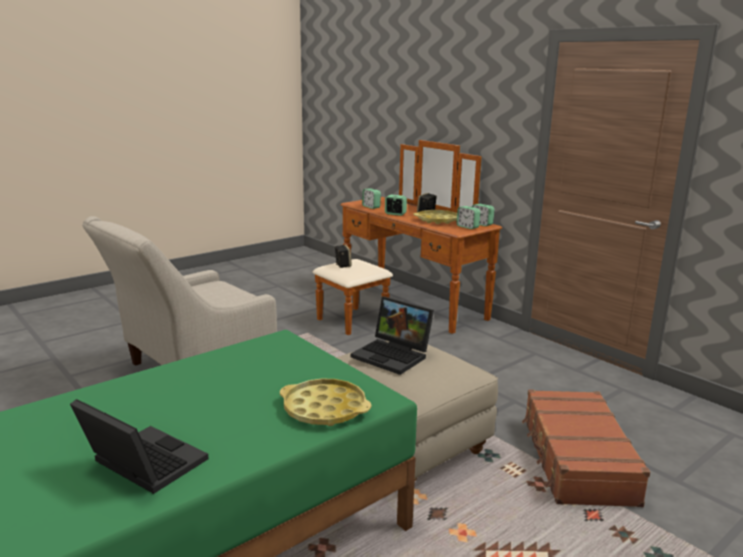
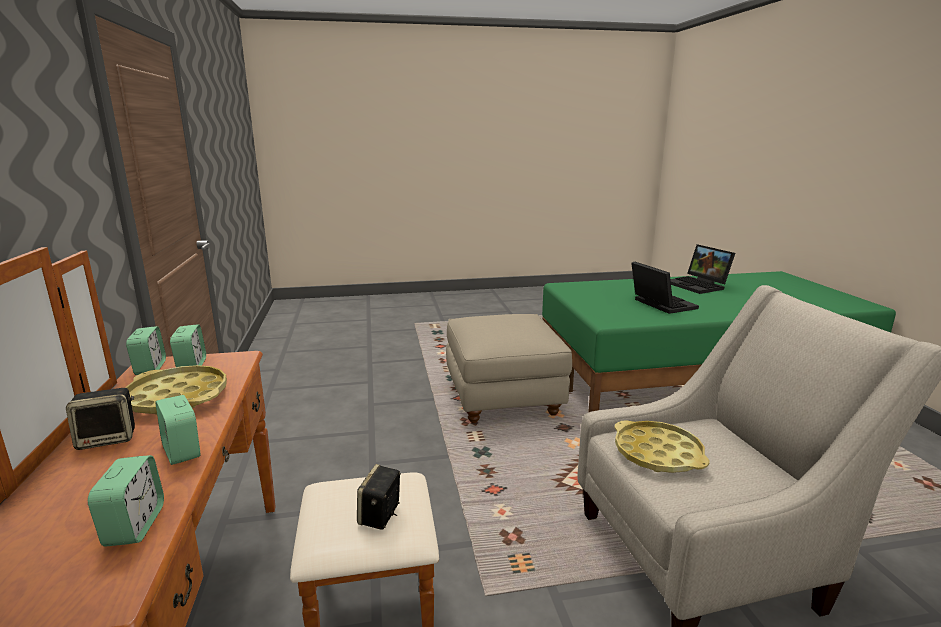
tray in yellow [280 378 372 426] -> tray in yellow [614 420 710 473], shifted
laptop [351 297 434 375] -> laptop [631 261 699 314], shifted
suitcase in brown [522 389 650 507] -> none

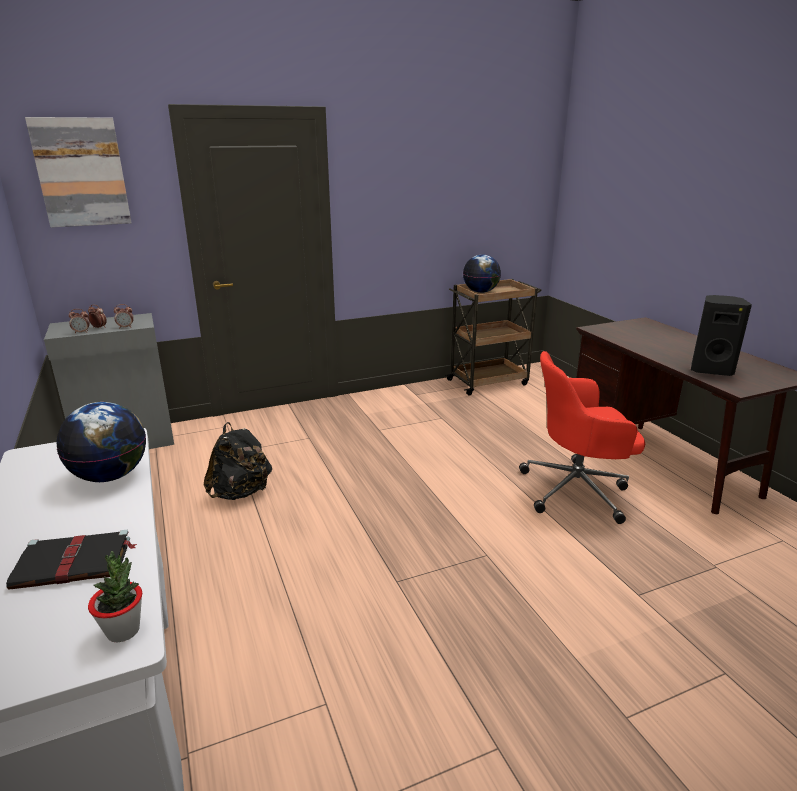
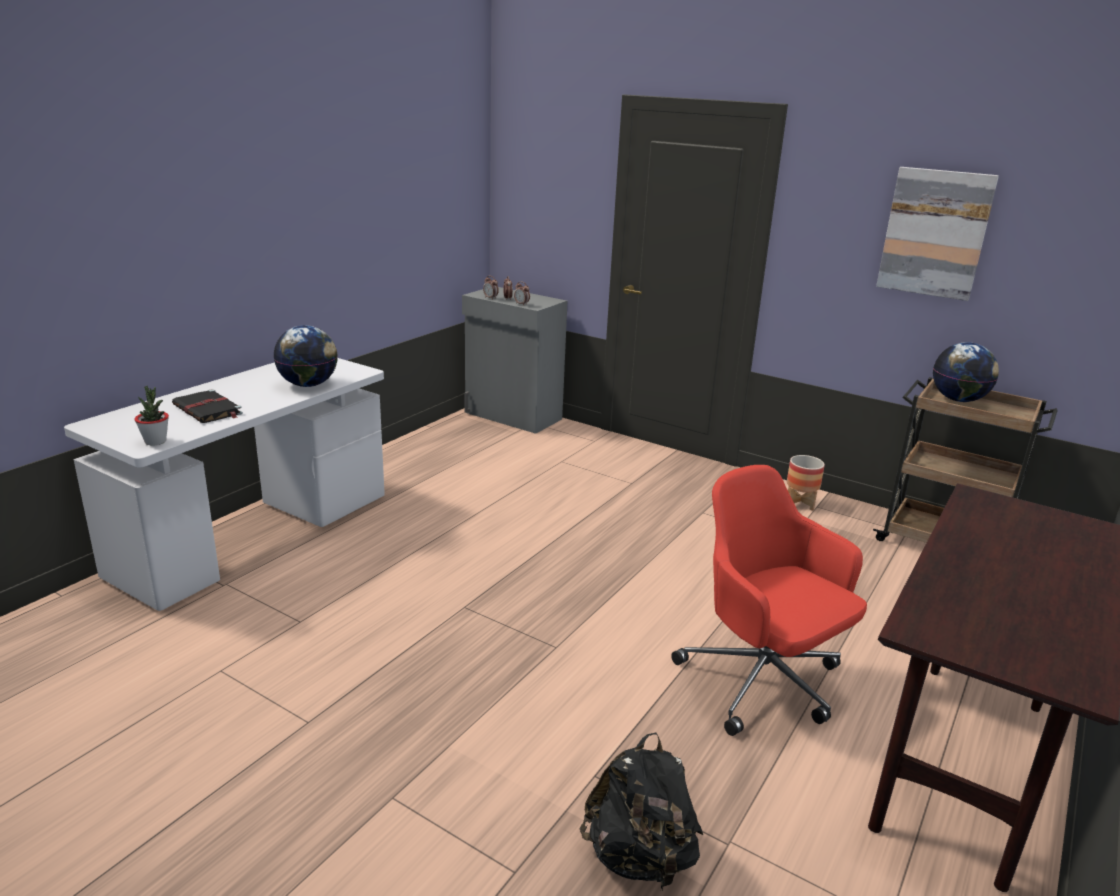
backpack in black [204 422 272 500] -> backpack in black [579 733 703 891], shifted
none -> planter [787 455 825 511]
picture [25 117 132 228] -> picture [876 167 999 301], shifted
speaker in black [691 295 752 376] -> none

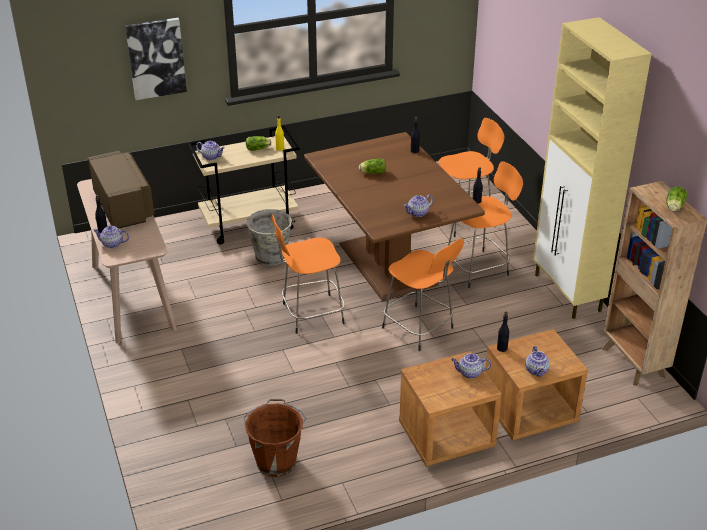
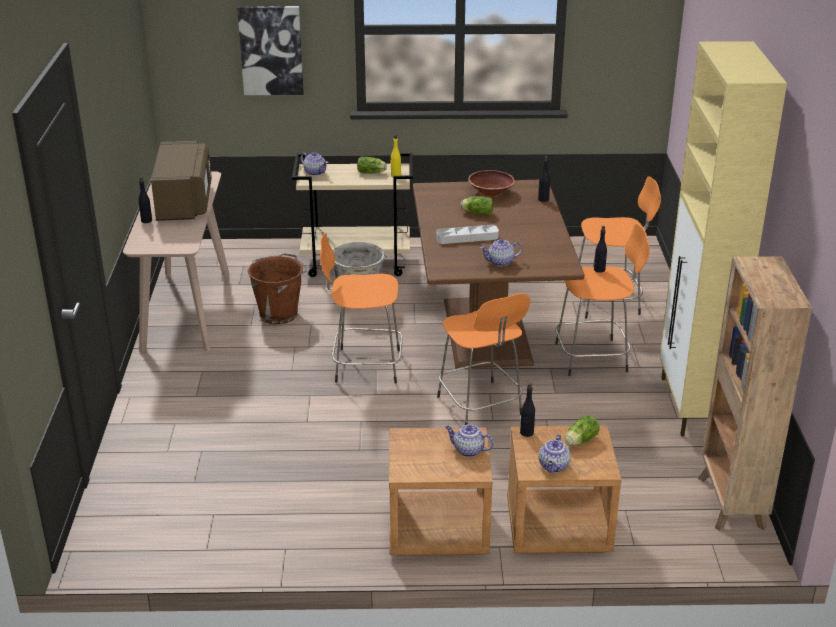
bucket in brown [244 399 306 477] -> bucket in brown [247 253 306 324], shifted
none -> tray in grey [436 225 499 244]
none -> bowl in brown [468 170 515 196]
lettuce [667 186 687 211] -> lettuce [565 416 600 446], shifted
teapot [93 226 129 248] -> none

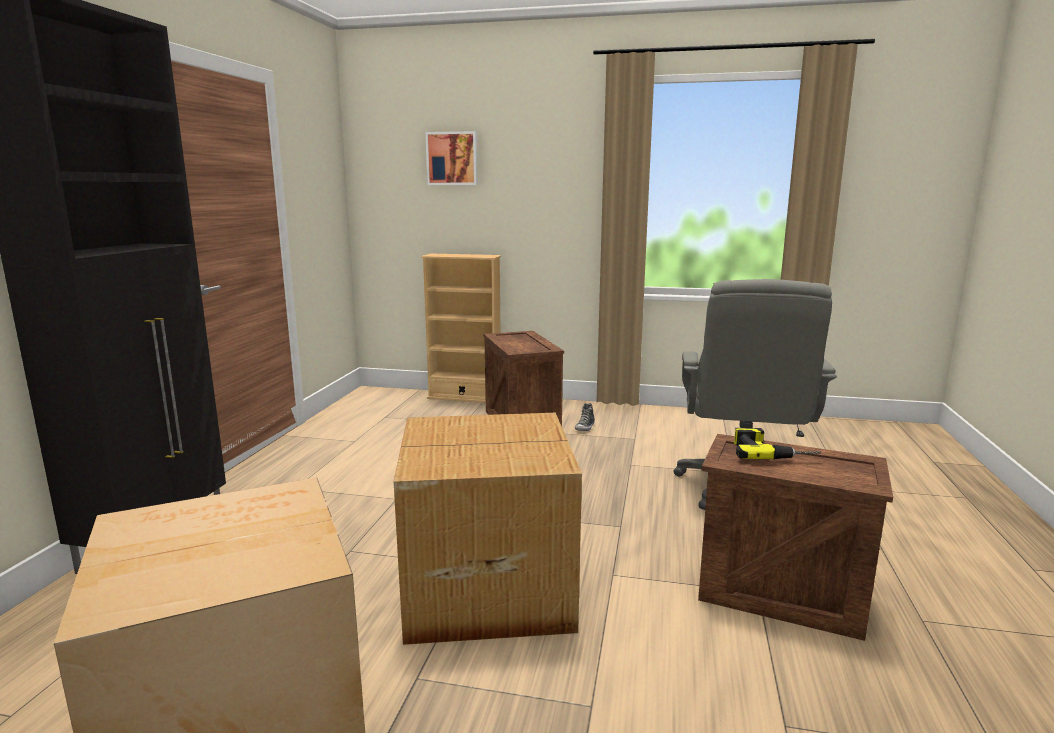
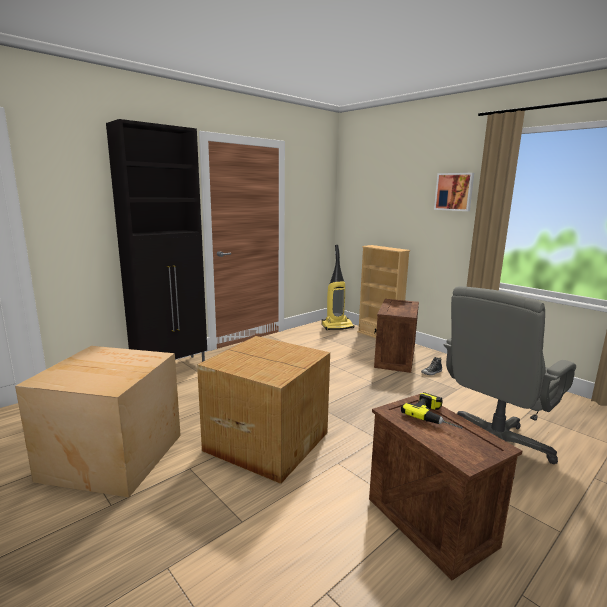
none -> vacuum cleaner [322 245 354 330]
picture [425 131 478 185] -> picture [434 173 474 211], shifted

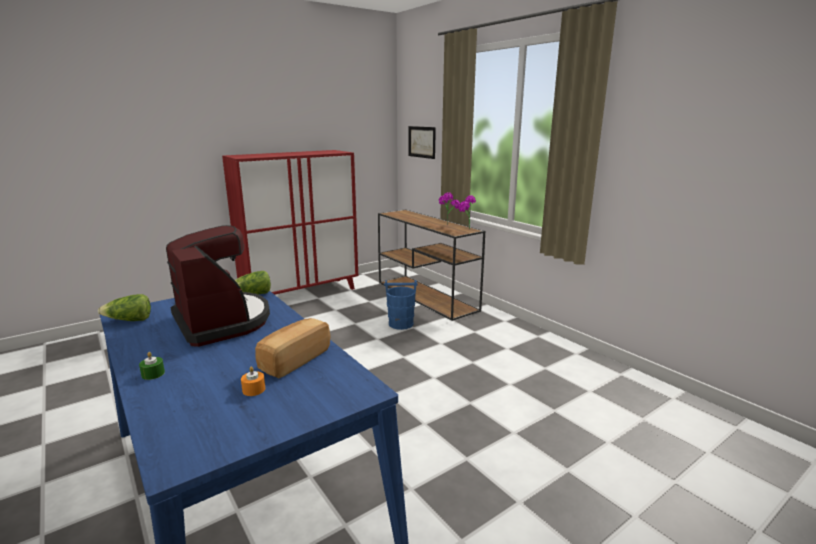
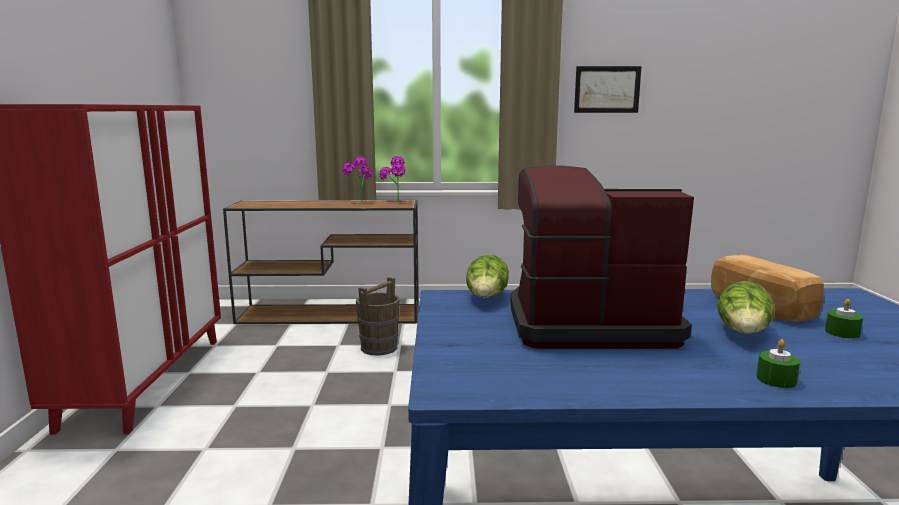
bucket in blue [384 280 418 330] -> bucket in brown [356 277 399 356]
picture [408 126 436 159] -> picture [574 66 642 113], shifted
lettuce [98 294 151 321] -> lettuce [717 281 774 334], shifted
candle in orange [241 366 265 396] -> candle in green [825 299 863 339]

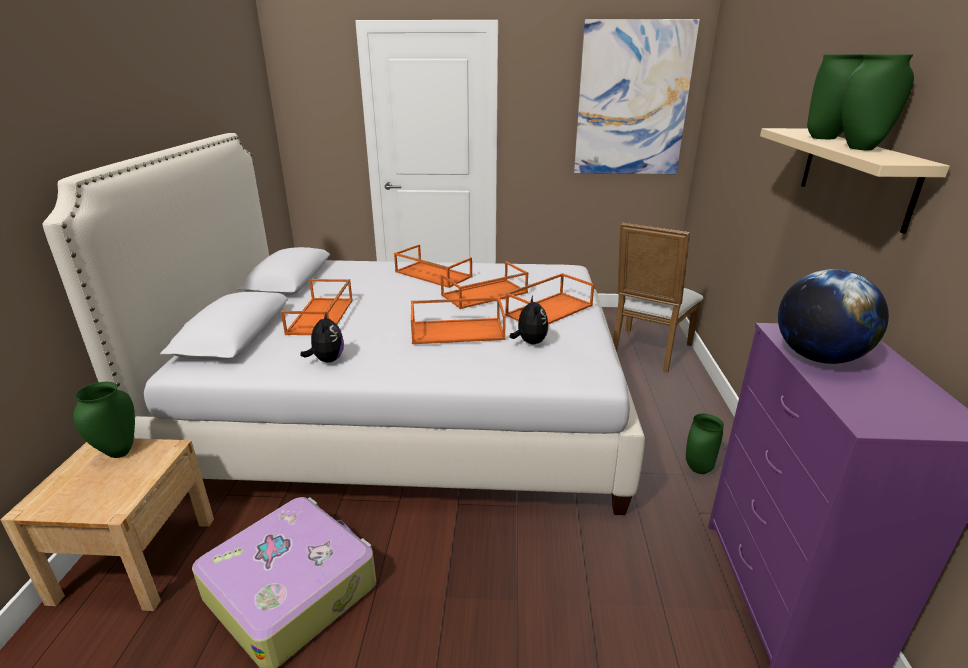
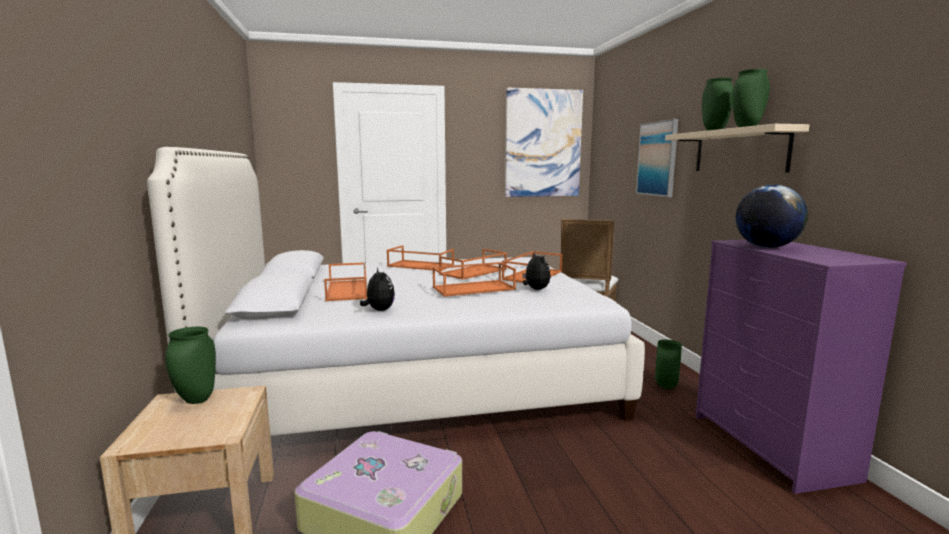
none -> picture [636 119 678 197]

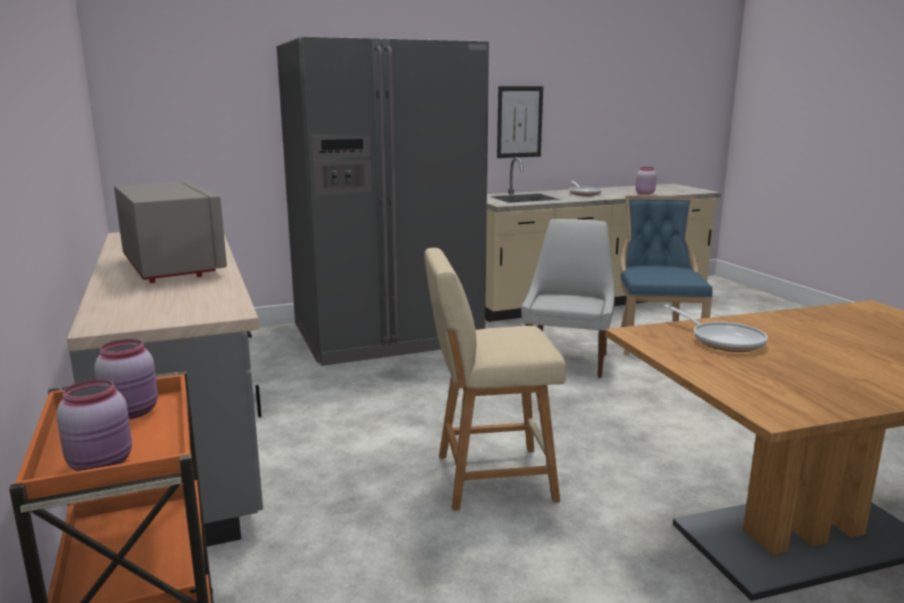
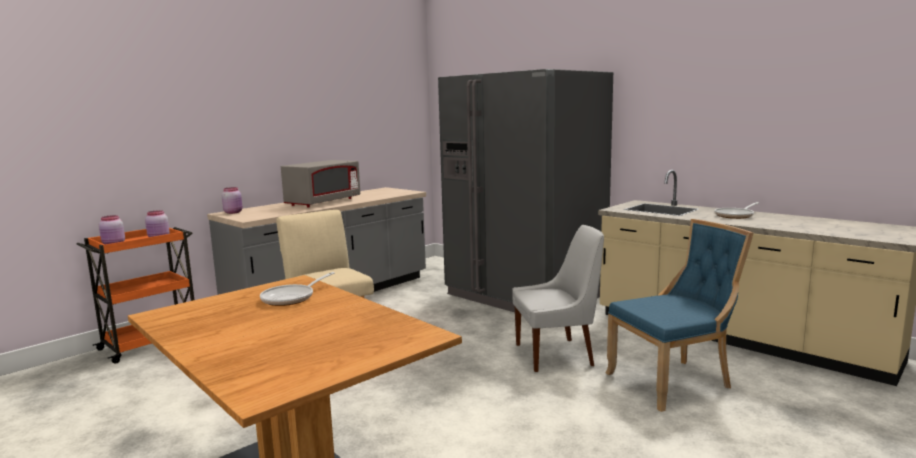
jar in pink [636 167 657 195] -> jar in pink [222 187 242 214], shifted
picture [497 86 543 158] -> none

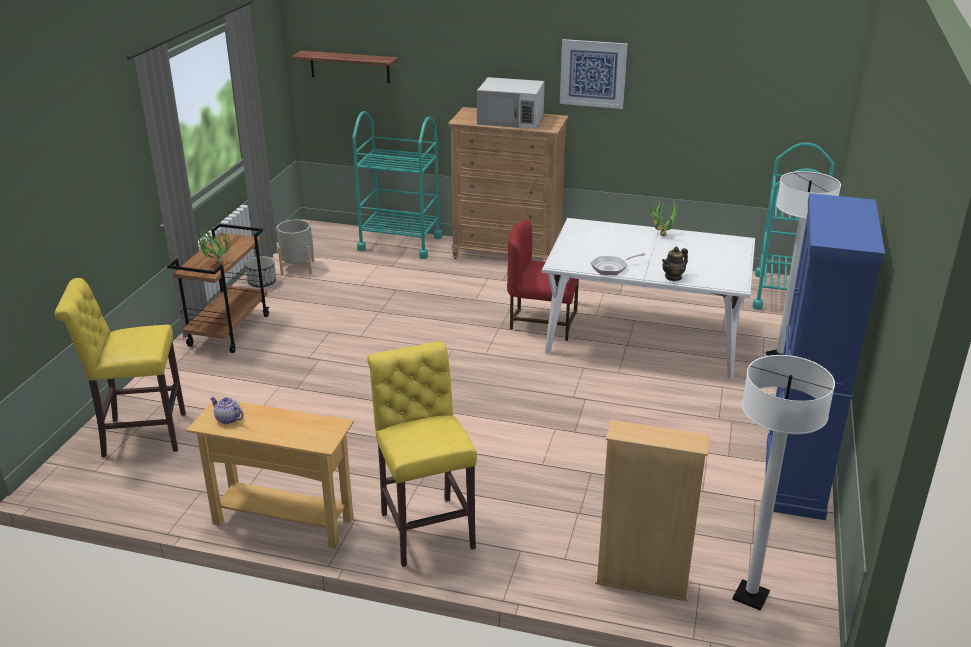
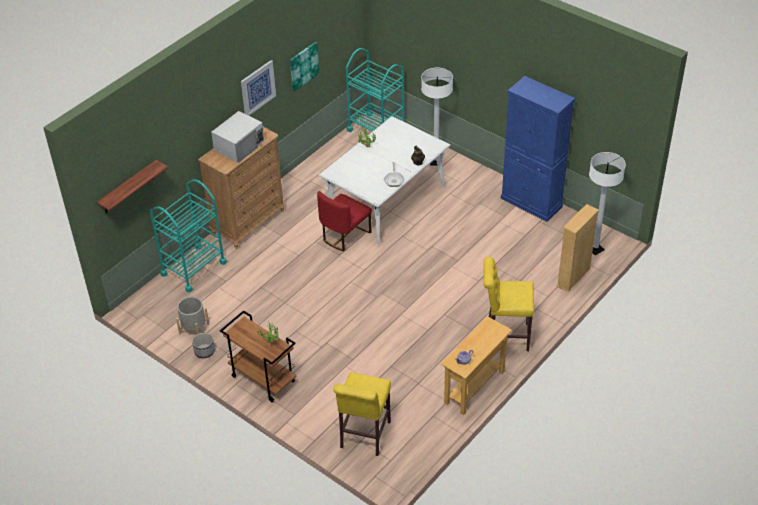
none -> picture [290 42 319 92]

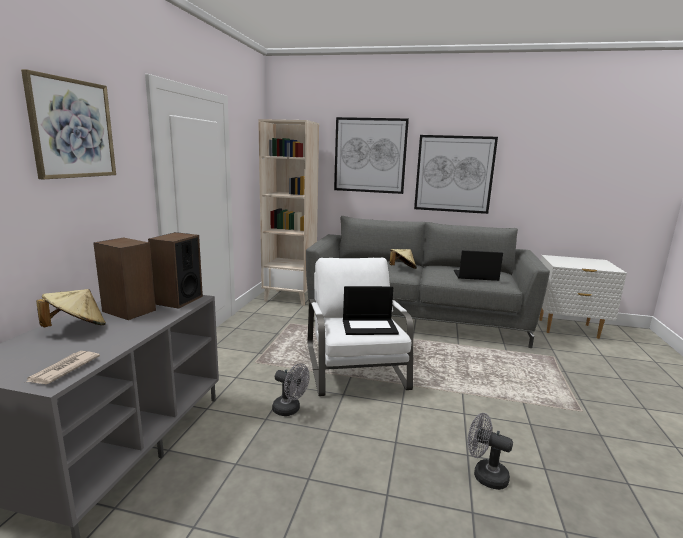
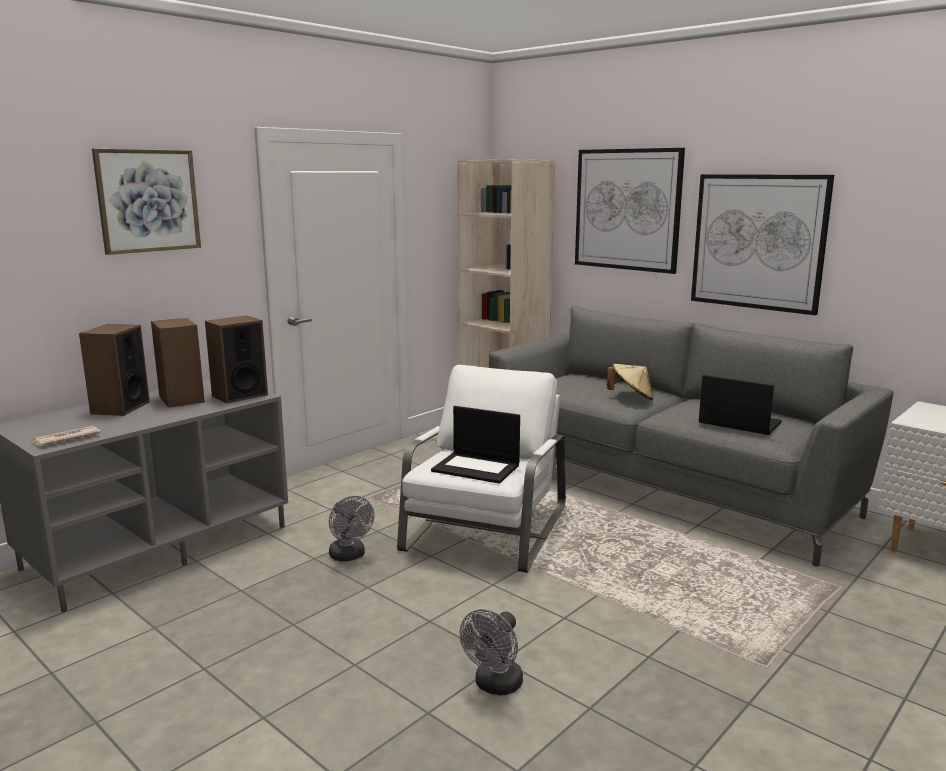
hat in beige [36 289 106 327] -> speaker [79 324 150 416]
fan in grey [468 413 513 490] -> fan in grey [460 609 523 696], 120 degrees counterclockwise

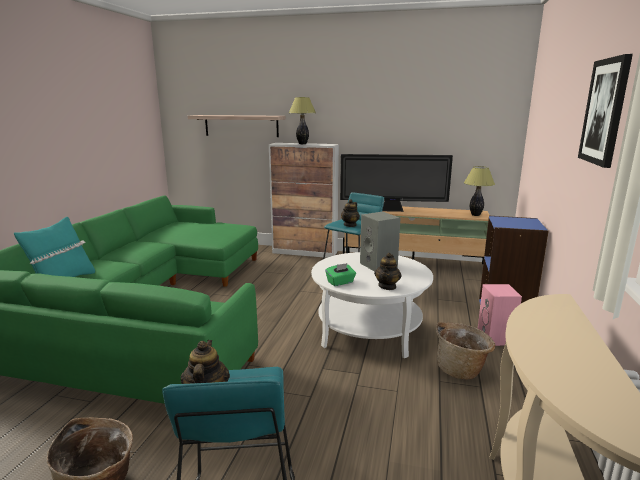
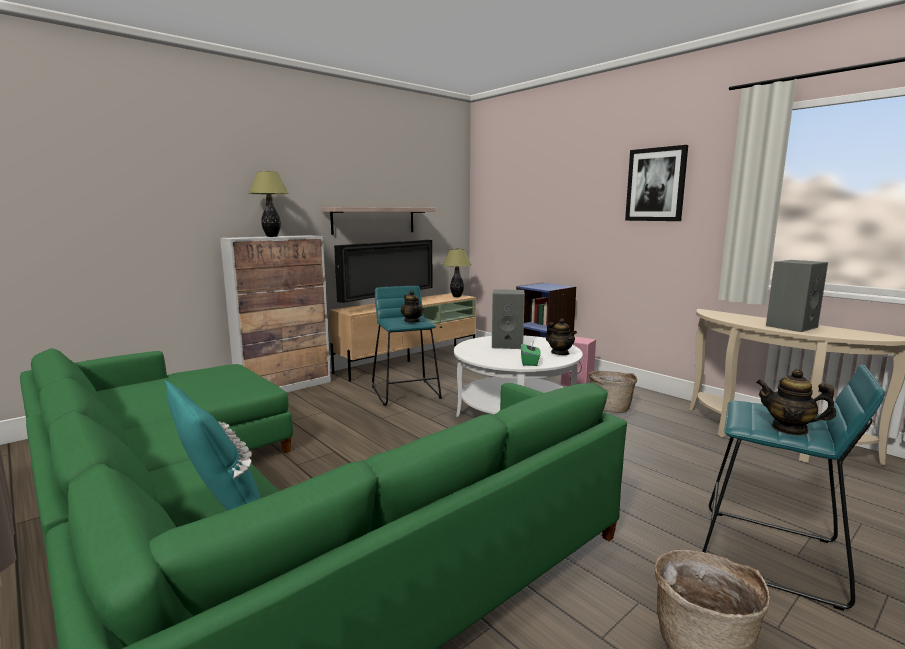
shelf [188 115 286 137] -> shelf [321 207 435 235], shifted
none -> speaker in grey [766 260 828 332]

